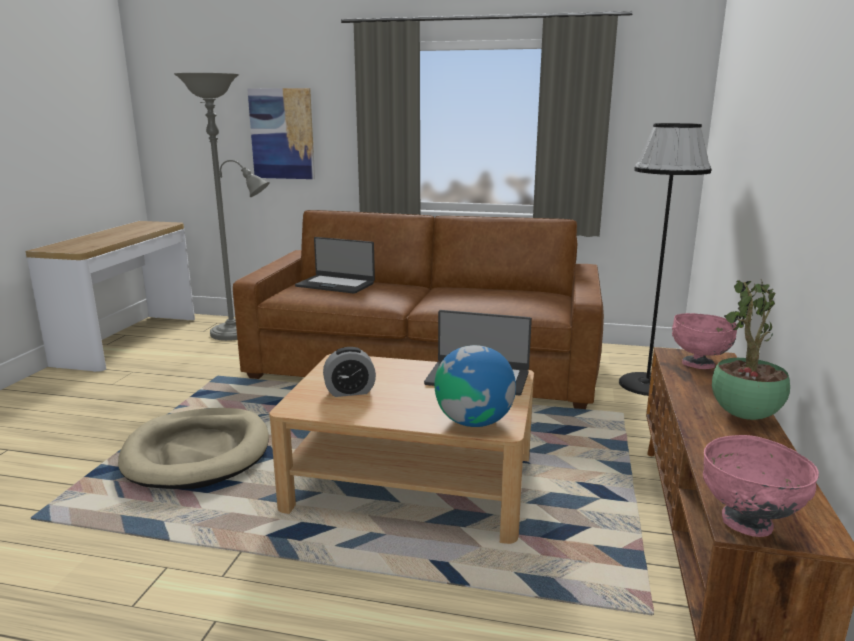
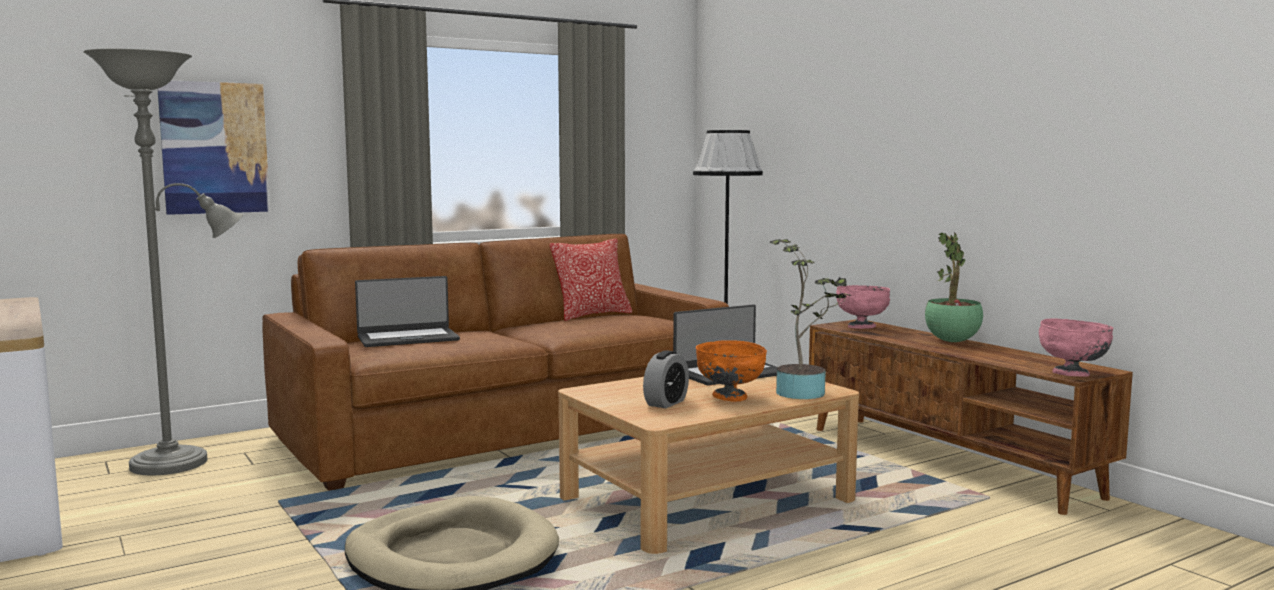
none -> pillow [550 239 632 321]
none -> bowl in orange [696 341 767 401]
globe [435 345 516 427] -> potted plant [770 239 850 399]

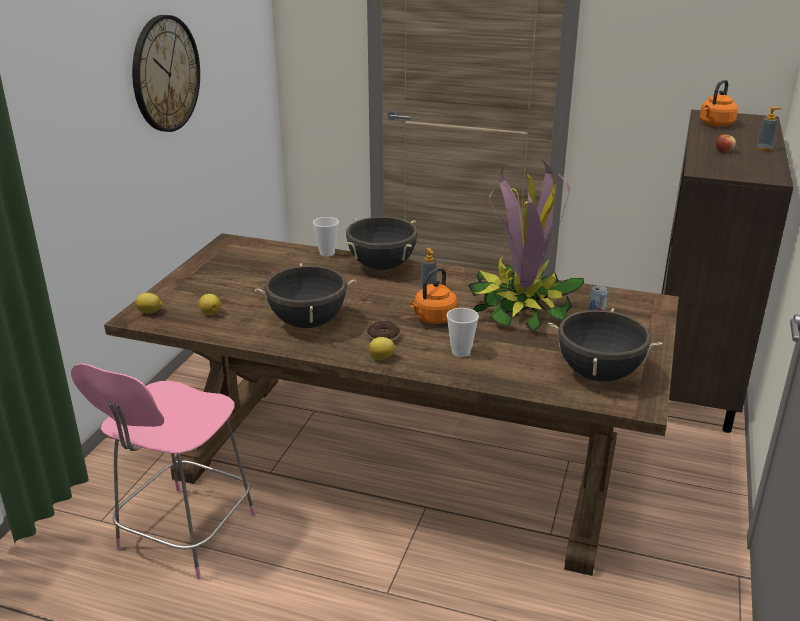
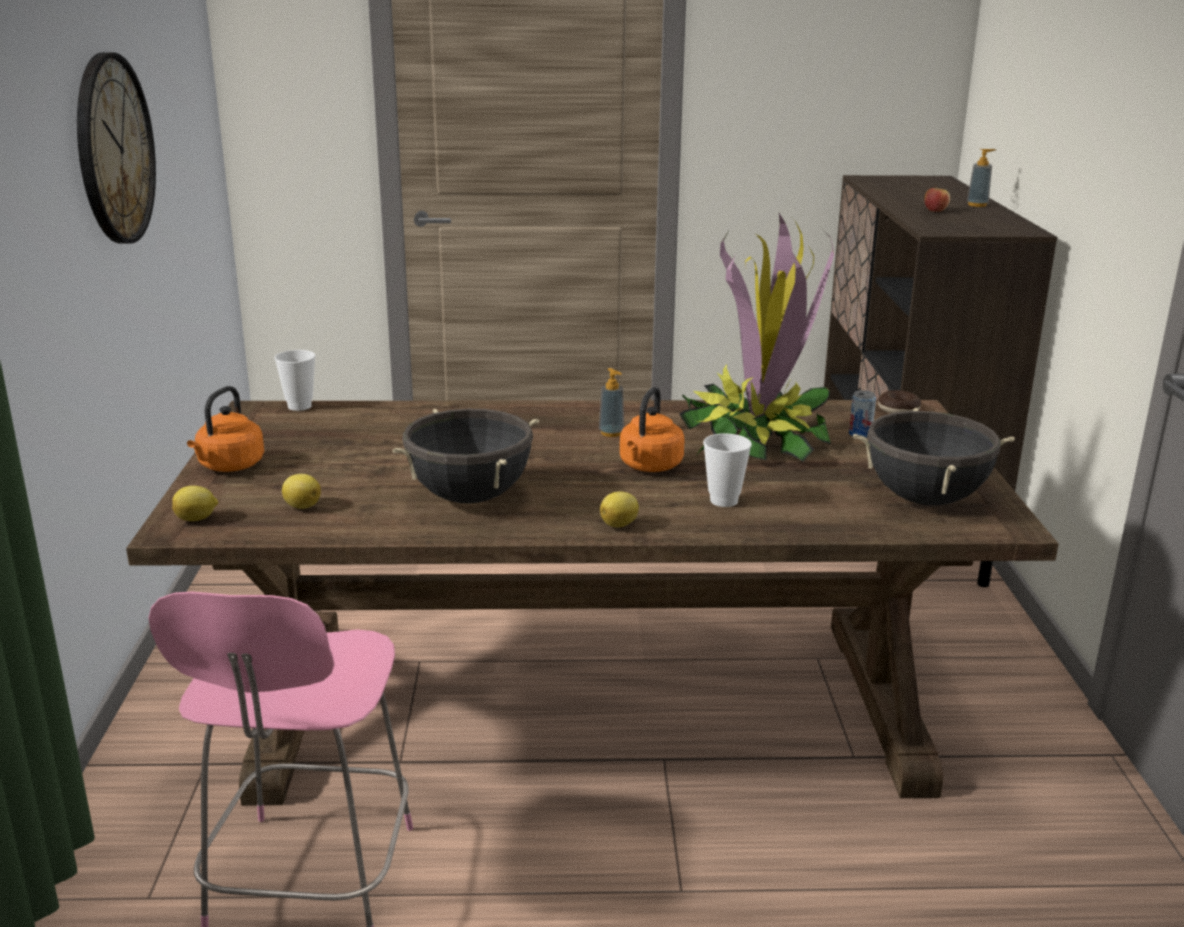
kettle in orange [700 80 738 126] -> kettle in orange [187 386 264 472], shifted
cup [313 217 339 257] -> cup [274 350 316 411], shifted
donut [367 321 400 342] -> donut [878 390 921 413], shifted
cooking pot in black [346 217 418 270] -> none

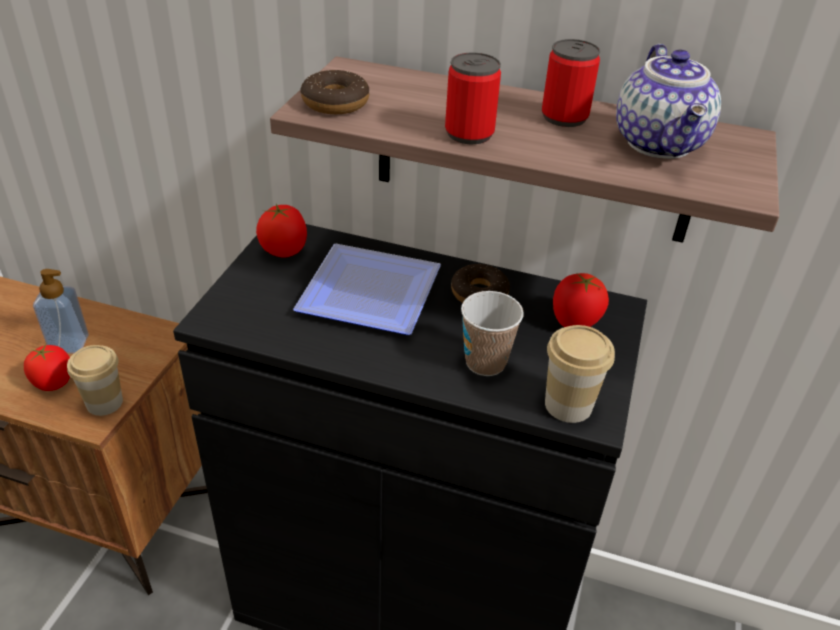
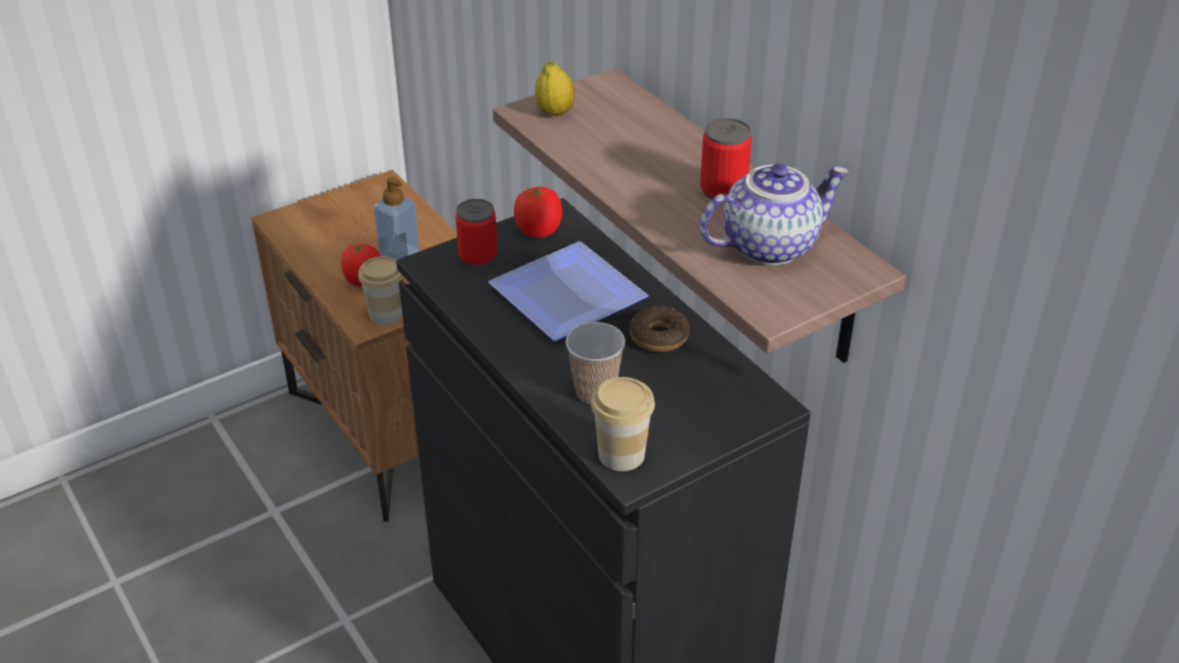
can [445 53 501 144] -> can [456 199 498 268], shifted
donut [300 70 369 114] -> lemon [535 62 575 116]
teapot [616 44 721 159] -> teapot [700 164 849 265], 150 degrees counterclockwise
tomato [553 273 609 327] -> none

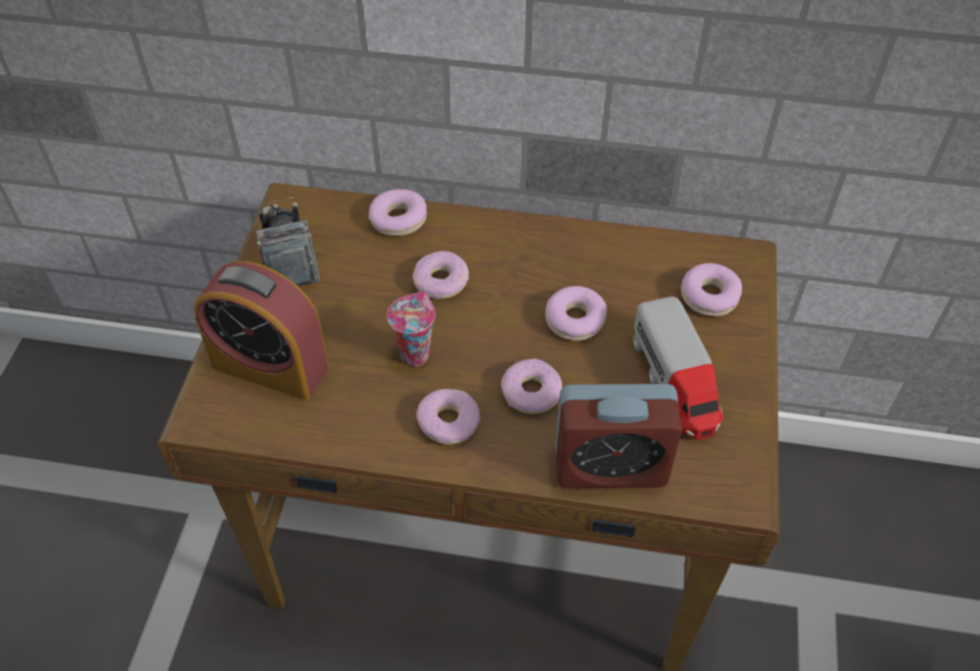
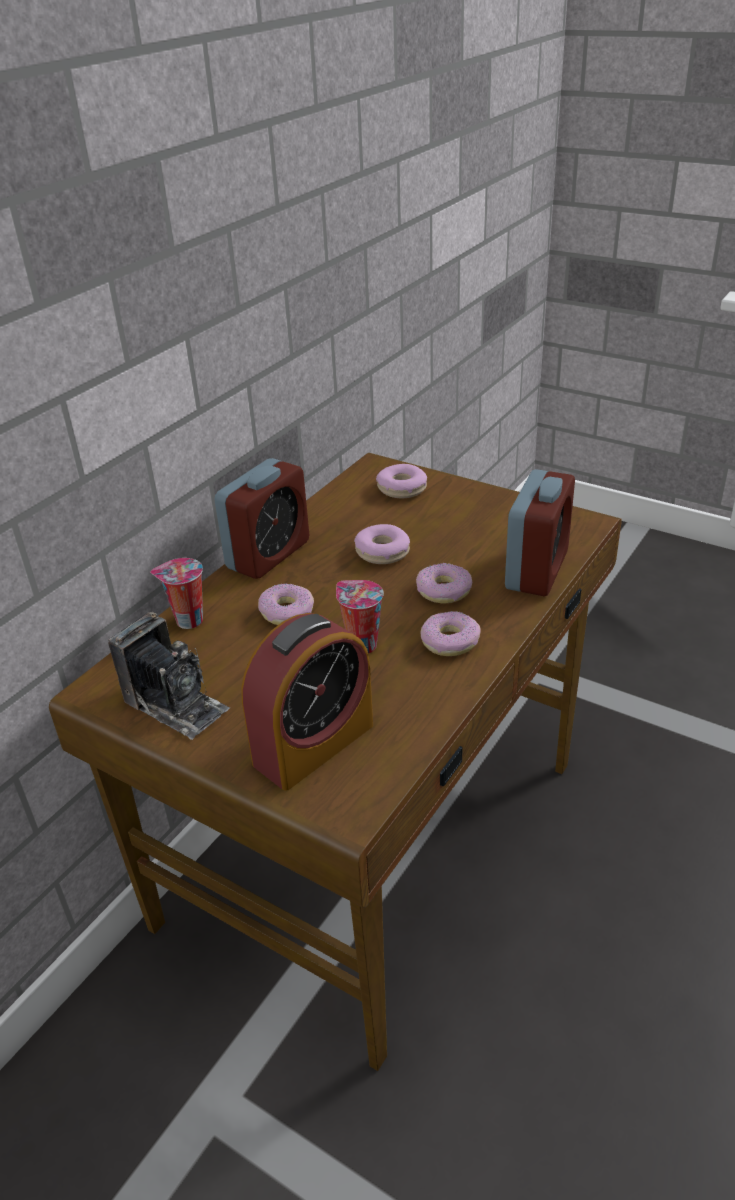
photo camera [255 197 321 286] -> photo camera [108 612 230 740], 150 degrees counterclockwise
donut [369 189 427 236] -> cup [150 558 203 629]
none -> alarm clock [214 458 309 579]
toy truck [633 296 724 440] -> none

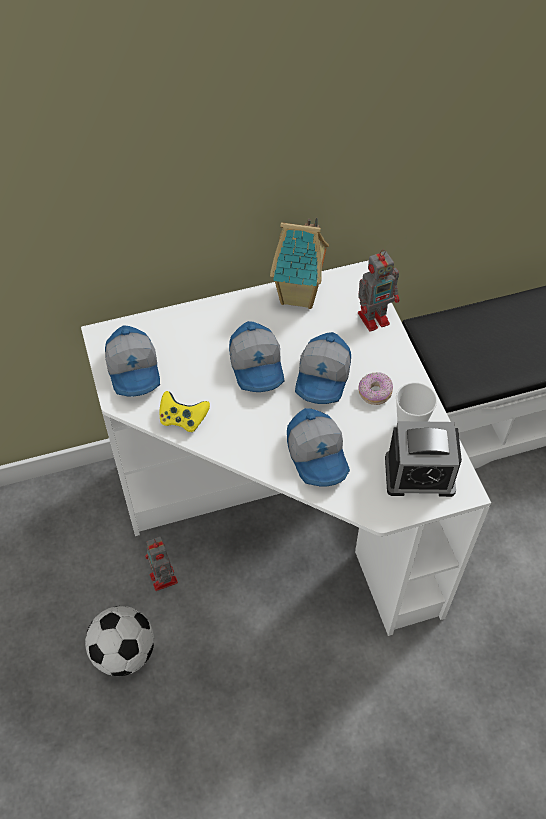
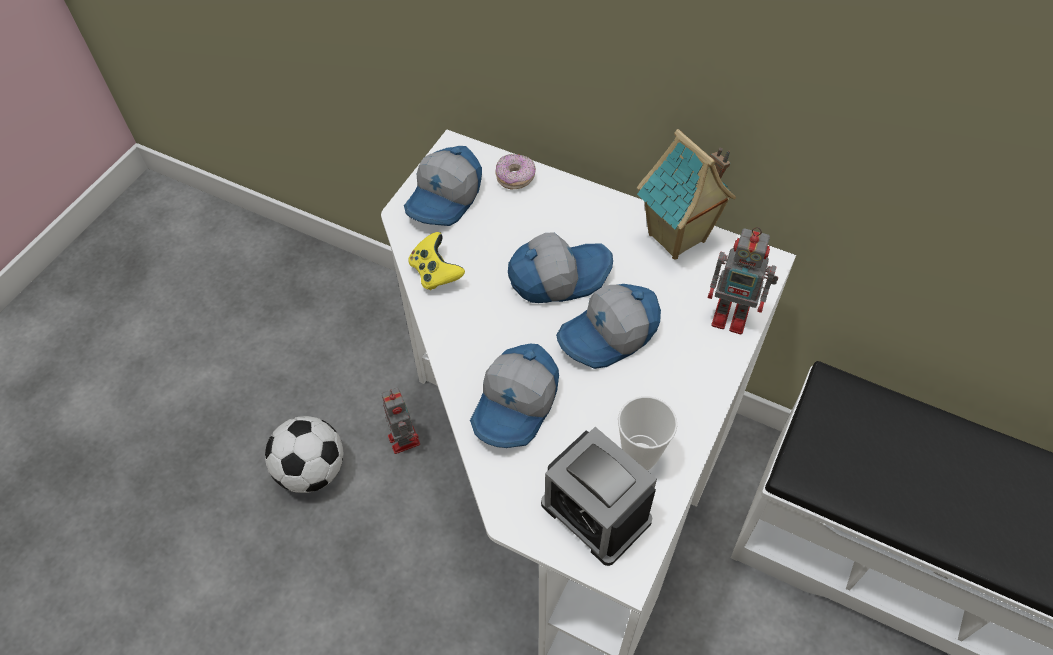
toy robot [145 536 178 591] -> toy robot [382 388 420 454], 135 degrees clockwise
donut [358 372 393 405] -> donut [495 154 536 189], shifted
cap [229 321 285 392] -> cap [508 232 613 303], 135 degrees counterclockwise

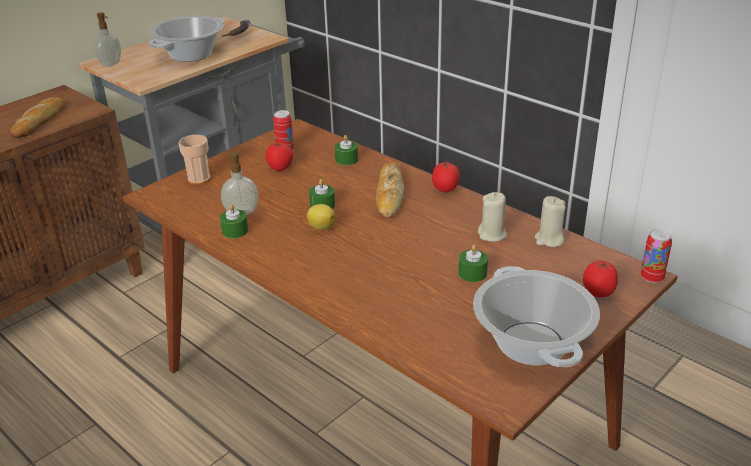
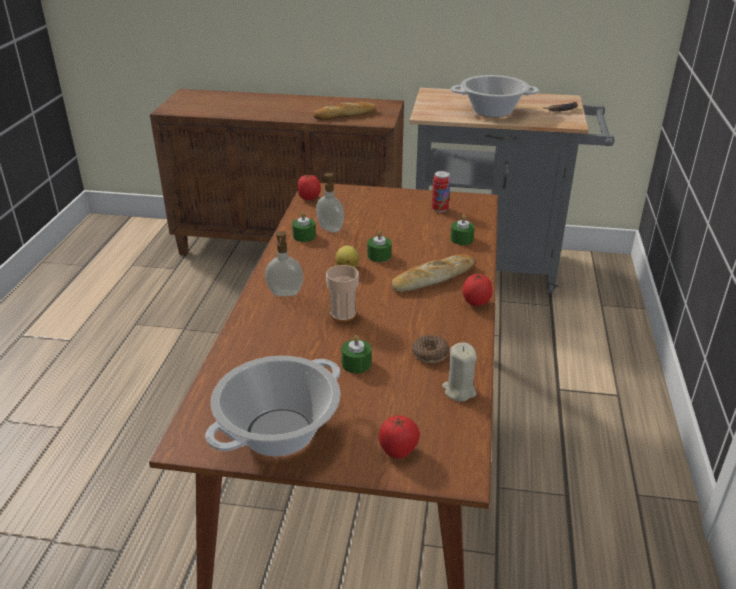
soap dispenser [95 13 121 67] -> soap dispenser [265 231 303 296], shifted
tomato [266 142 293 171] -> tomato [297 175 321 200], shifted
cup [179 135 211 185] -> cup [326 265 359 322], shifted
candle in beige [478 192 508 242] -> donut [412 335 449 363]
can [641 229 672 283] -> none

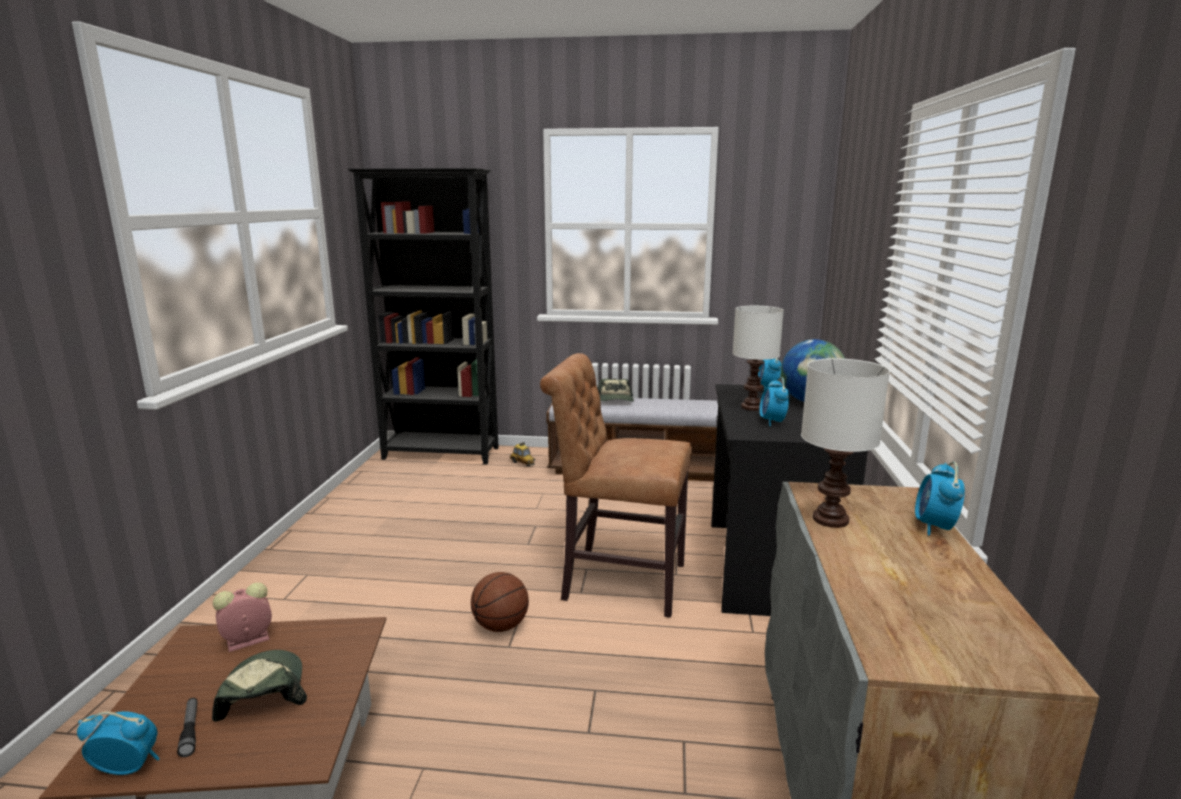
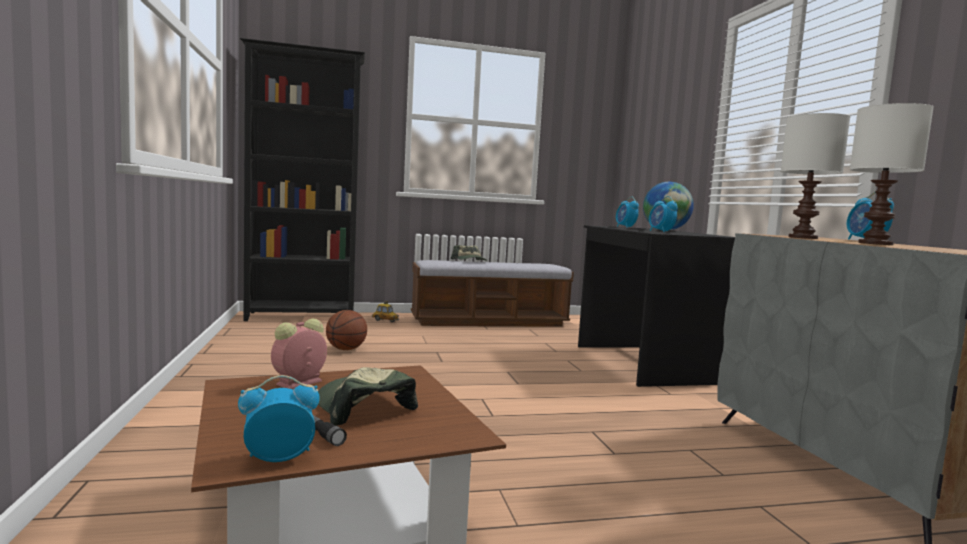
basketball [471 572 529 632] -> basketball [326 310 367 350], shifted
table lamp in white [733 306 784 411] -> table lamp in white [850 103 934 245], shifted
chair in brown [540 353 692 618] -> none

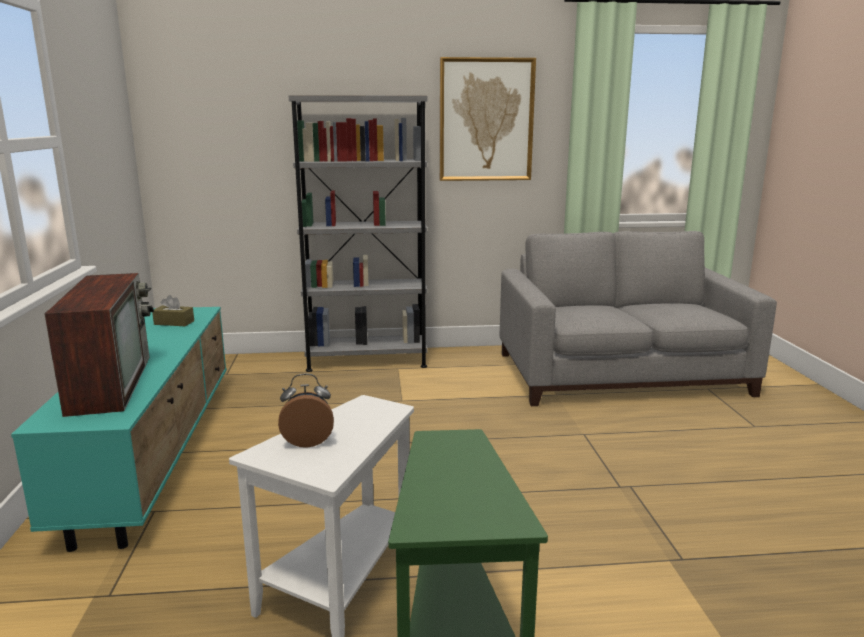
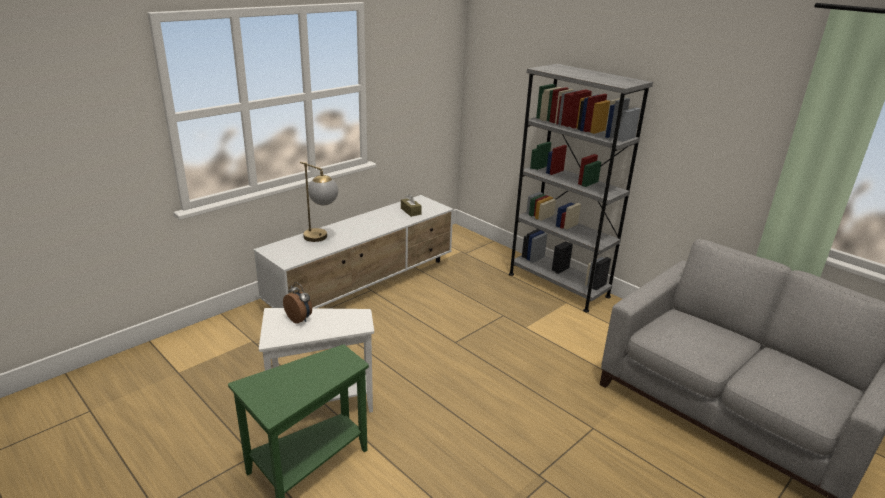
tv stand in turquoise [11 307 227 552] -> tv stand in white [253 195 454 308]
television [44 273 154 417] -> table lamp [300 162 338 242]
picture [440 57 536 181] -> none

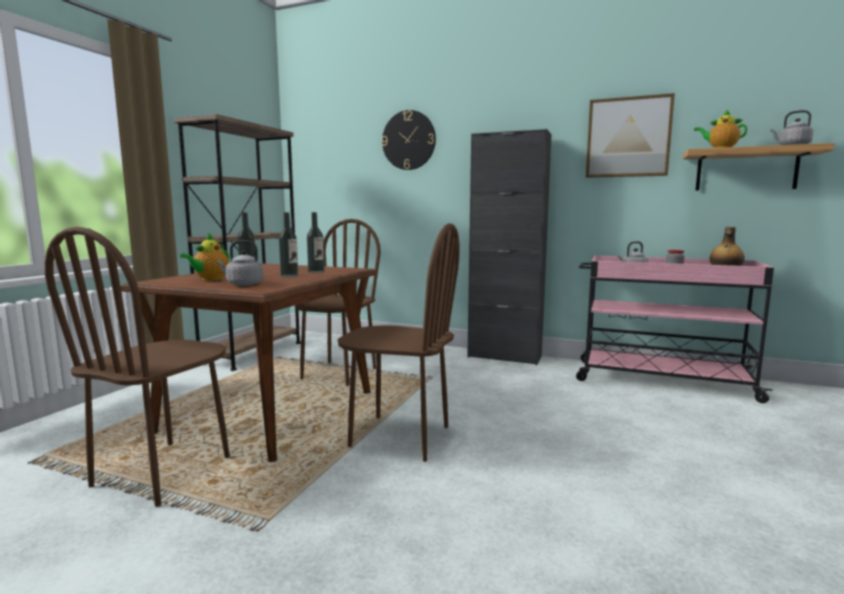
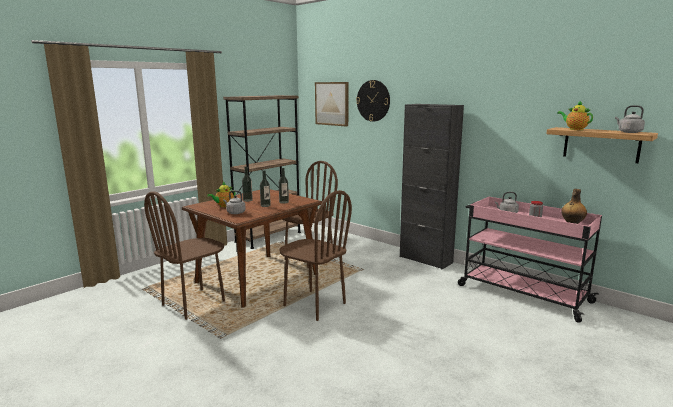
picture [586 93 675 178] -> picture [315 82 348 126], shifted

